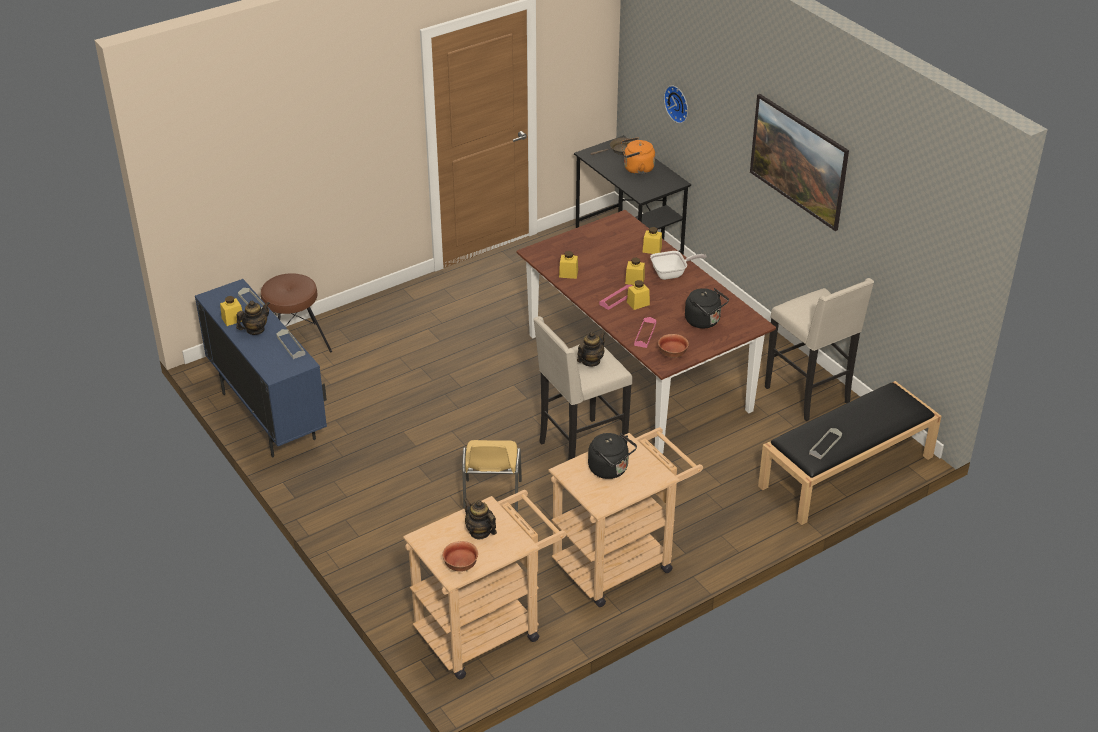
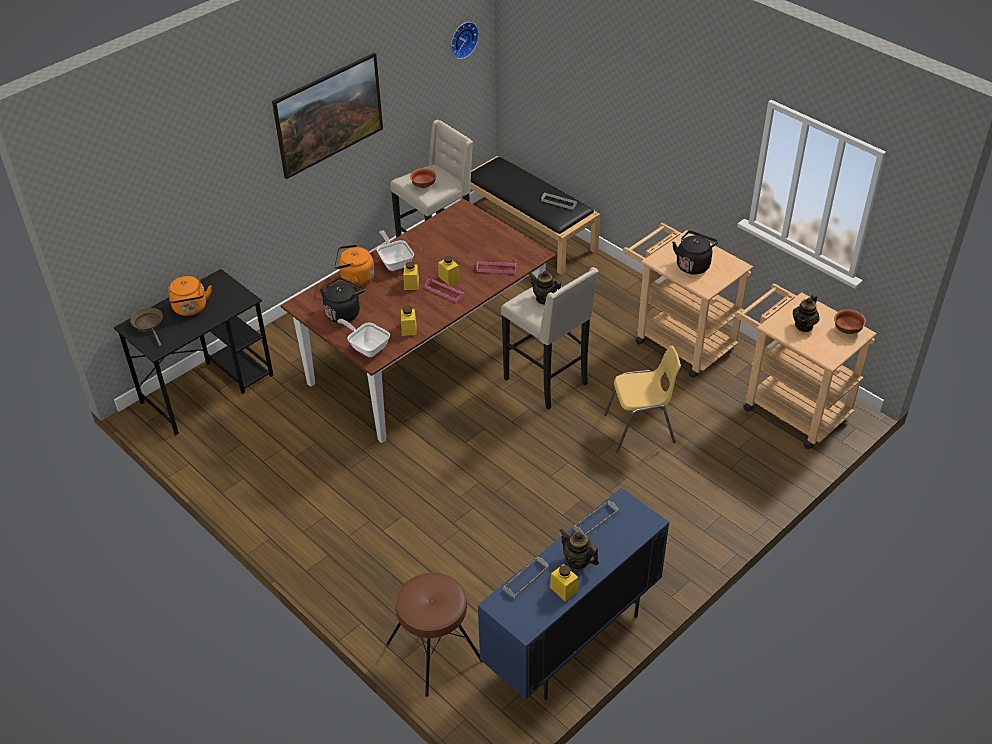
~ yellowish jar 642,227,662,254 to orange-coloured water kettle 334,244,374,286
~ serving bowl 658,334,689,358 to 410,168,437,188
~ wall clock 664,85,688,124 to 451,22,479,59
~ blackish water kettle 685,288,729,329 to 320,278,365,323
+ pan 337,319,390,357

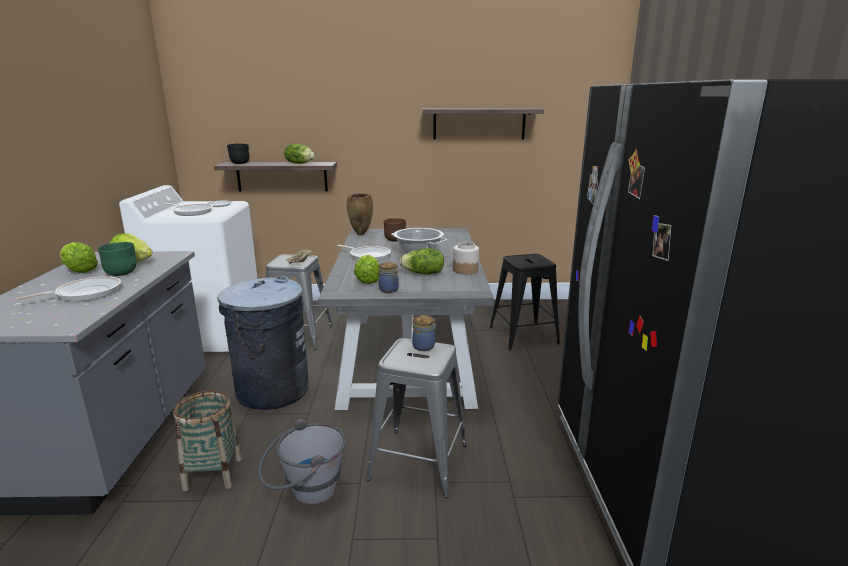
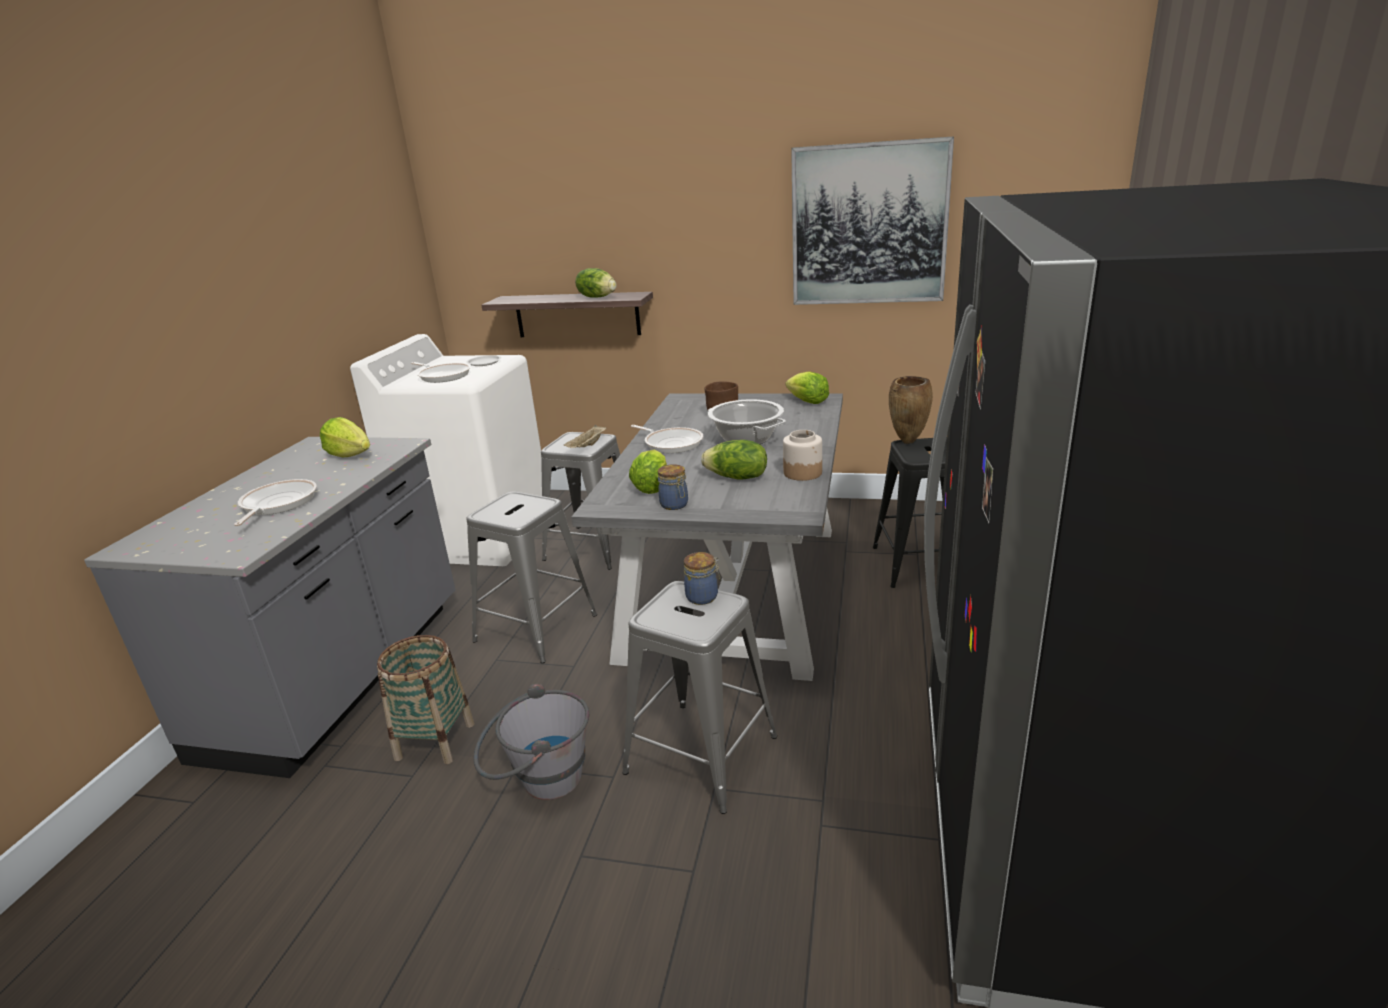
~ pan 16,276,121,301 = 234,479,317,526 60 degrees counterclockwise
~ lettuce head 60,242,98,273 to 786,371,829,404
- green-coloured serving bowl 98,242,137,276
~ grey waste bin 218,275,309,410 to grey stool 466,491,597,663
- blackish serving bowl 227,144,249,164
~ brown vase 347,194,373,235 to 889,376,933,444
~ bracket shelf 422,108,544,140 to wall art 791,137,954,305

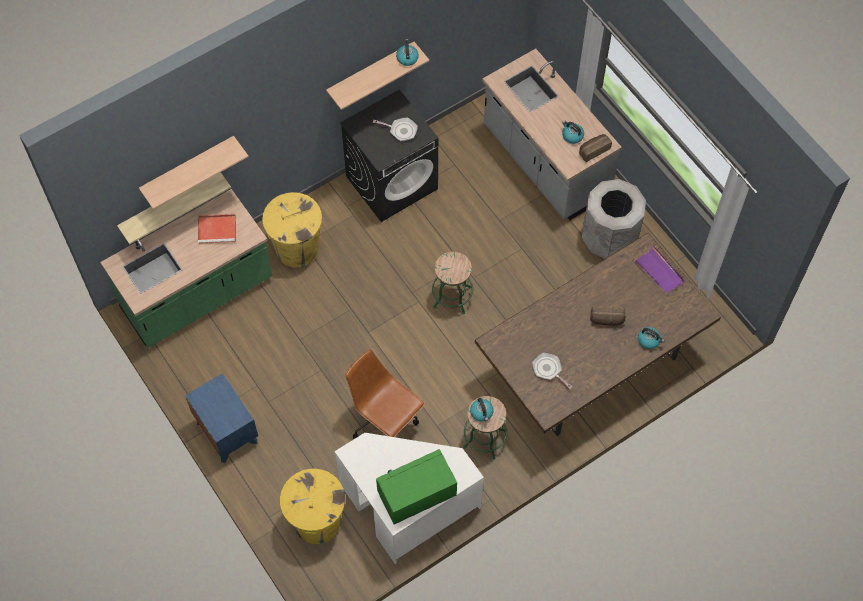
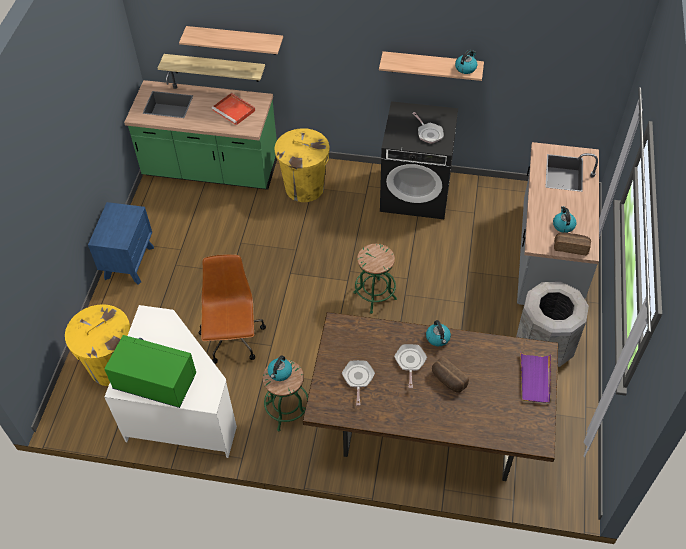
~ water kettle 638,327,665,349 to 426,320,451,346
+ pan 394,344,427,388

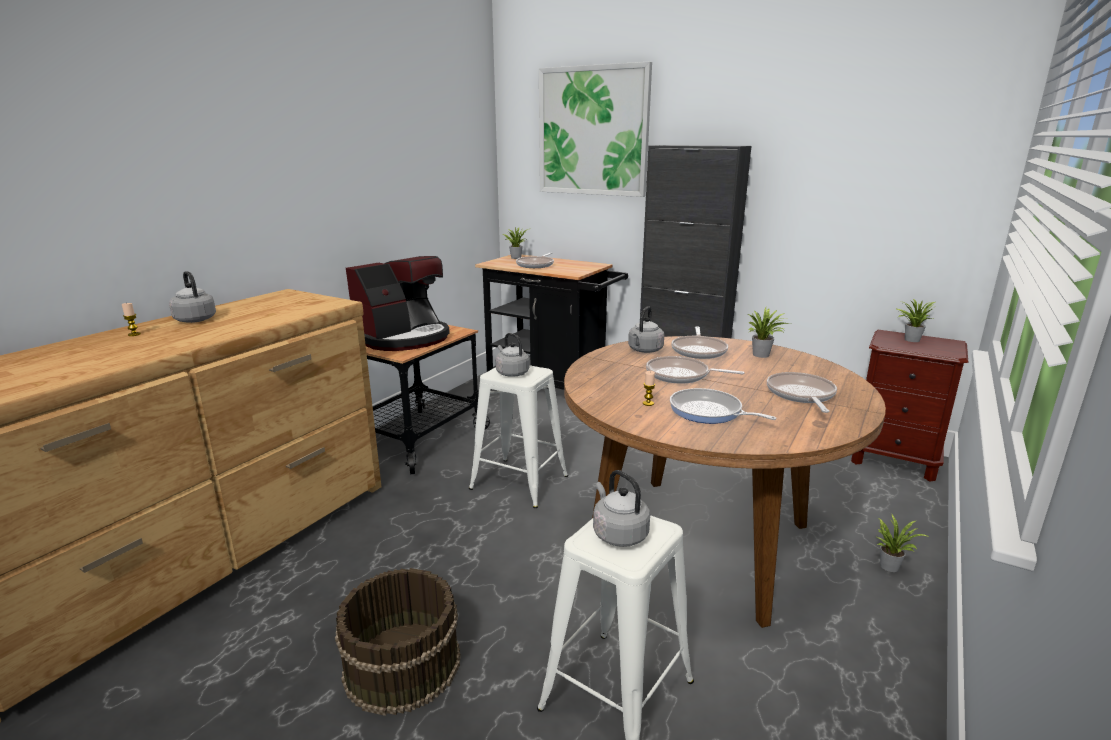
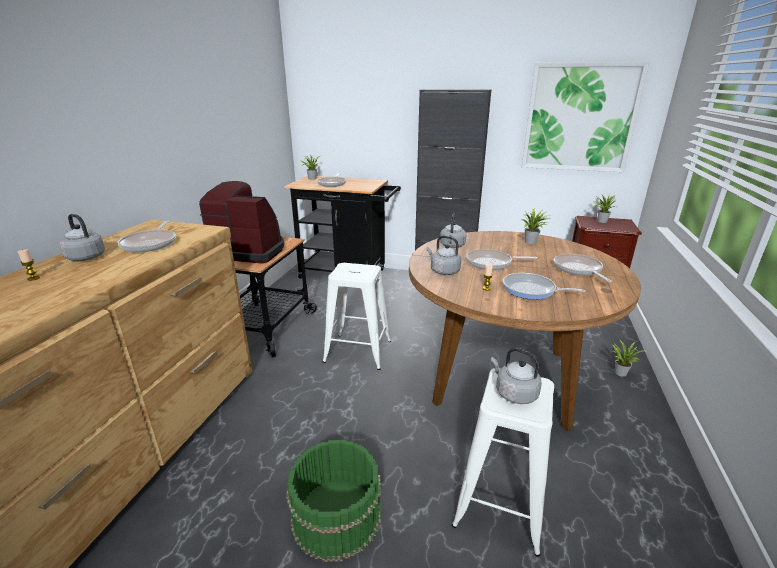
~ brown bucket 335,568,461,716 to green-coloured bucket 286,440,381,562
~ coffee maker 346,256,450,351 = 199,181,284,264 105 degrees counterclockwise
~ grey water kettle 496,333,529,377 to 426,236,461,275
~ wall art 539,62,652,197 to 522,62,649,172
~ pan 672,326,728,359 to 117,221,176,252

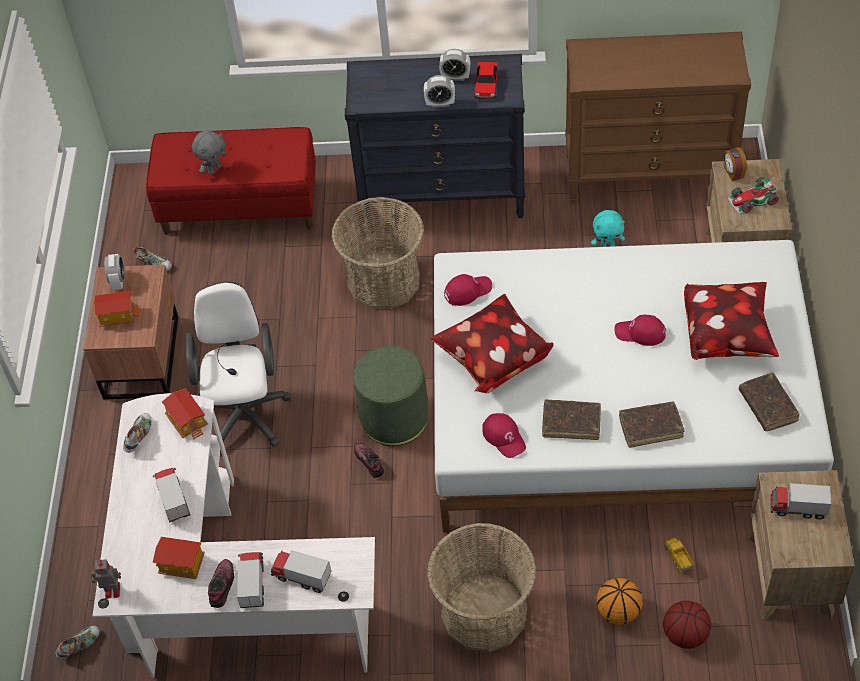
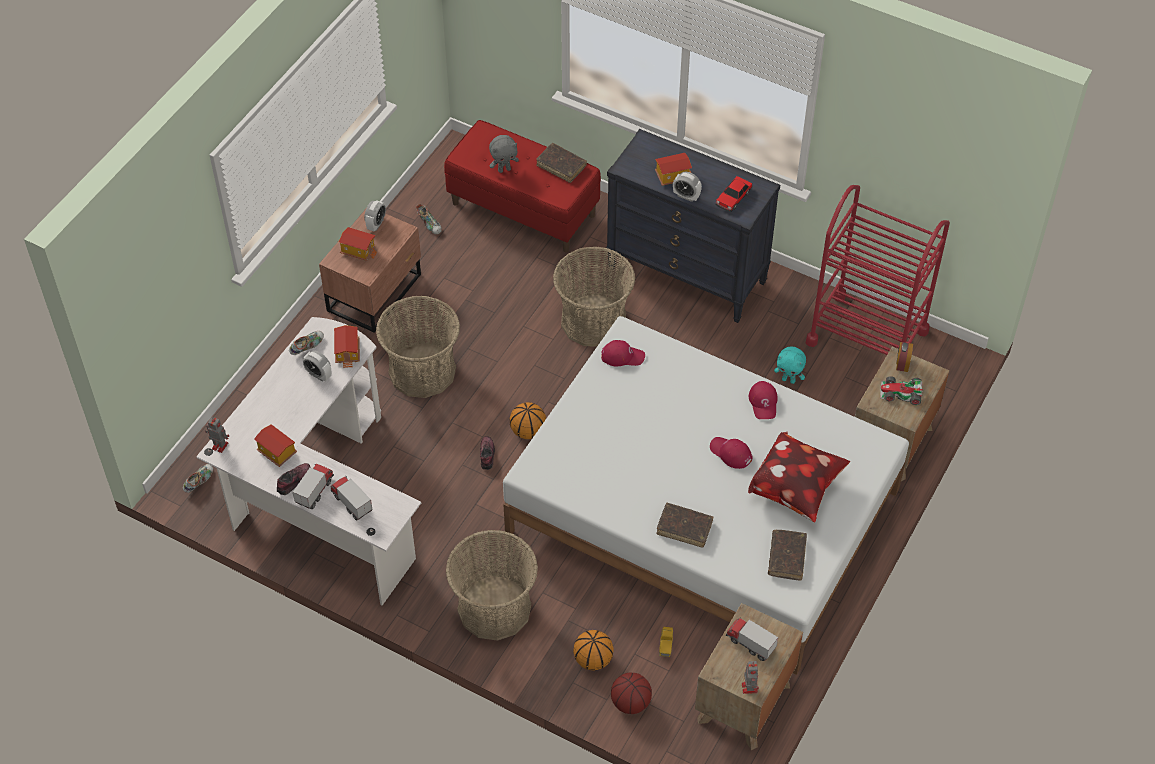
~ low shoe 55,626,100,659 = 183,464,213,493 45 degrees counterclockwise
- toy lorry 153,468,190,523
~ whitish computer chair 186,282,291,453 to storage basket 376,295,460,398
~ green-coloured ottoman 354,346,428,446 to ball for basketball 510,402,546,439
- pillow 430,294,554,393
~ bedside clock 439,49,470,81 to 303,350,331,382
~ red-coloured cap 482,413,526,458 to 749,381,778,419
~ brown volume 542,399,601,440 to 536,143,587,183
~ brown chest of drawers 565,32,751,203 to red-coloured cart 805,185,950,355
+ toy house 655,153,692,186
+ robot figure 742,661,759,694

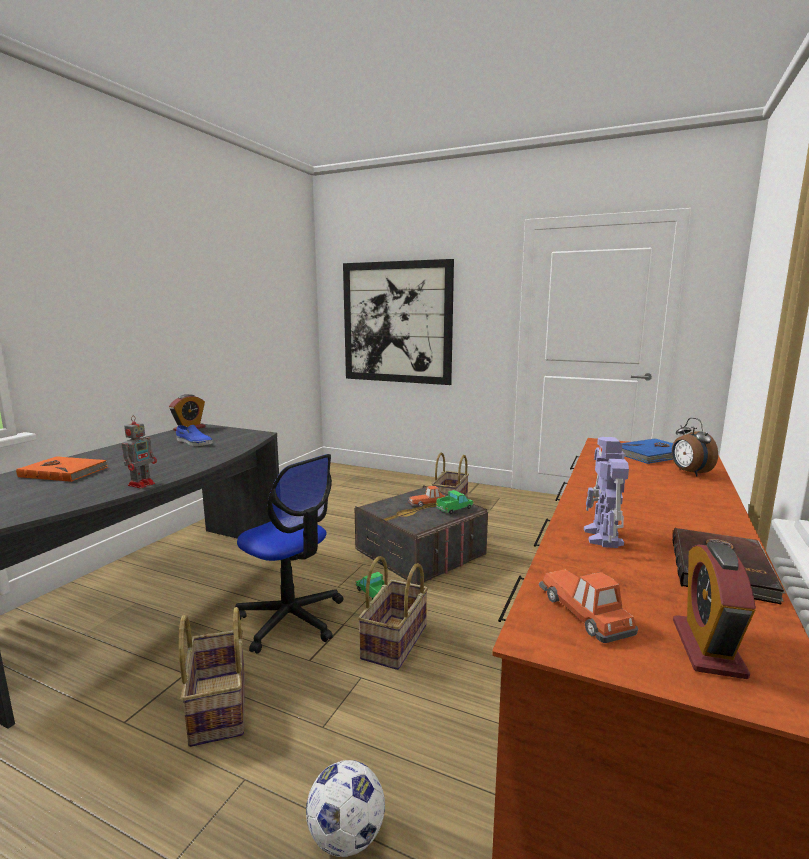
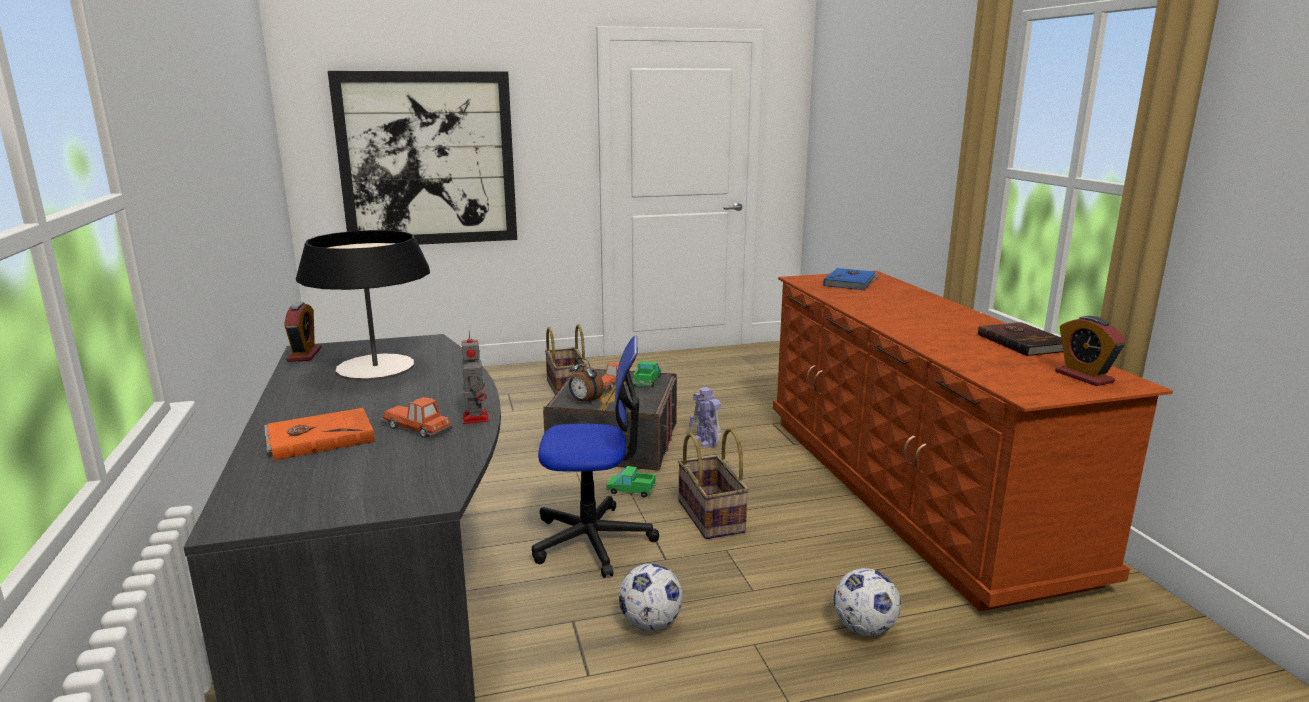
~ blue low shoe 176,425,213,446 to tabletop lamp 296,230,430,381
~ storage basket 179,607,245,747 to ball for football 619,563,683,630
~ toy car 539,569,638,643 to 381,397,453,438
~ robot figure 584,437,629,548 to 689,387,721,447
~ bedside clock 672,418,718,476 to 569,358,604,404

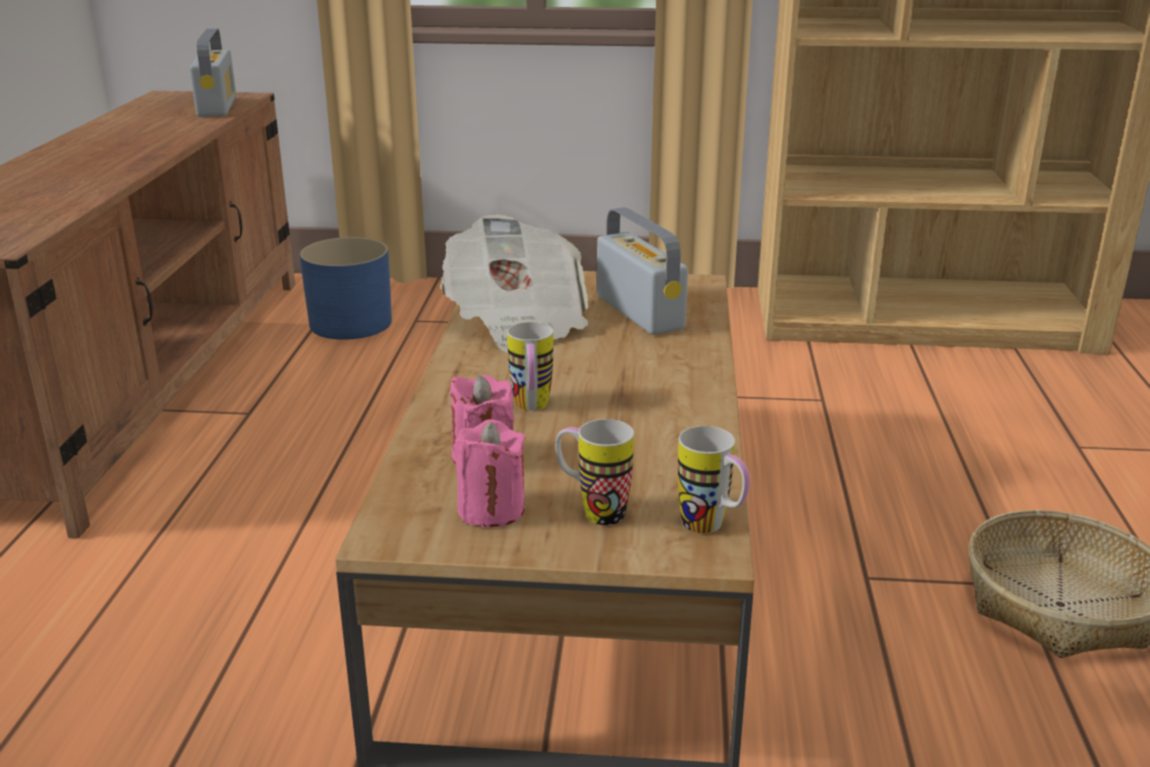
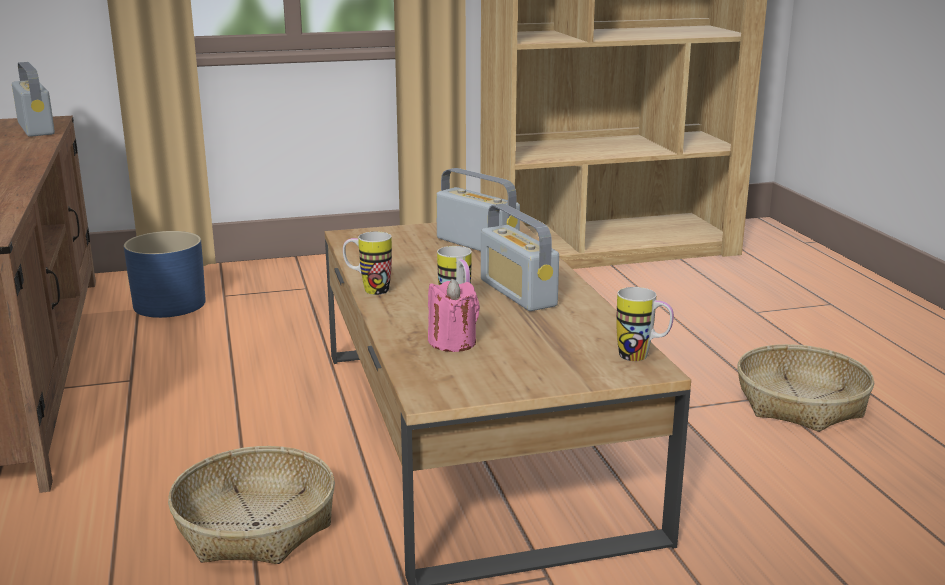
- printed paper 440,214,588,353
- pink candle 453,419,525,527
~ coffee mug 555,419,634,525 to 343,231,392,295
+ storage basket 168,446,335,564
+ radio receiver 481,204,559,311

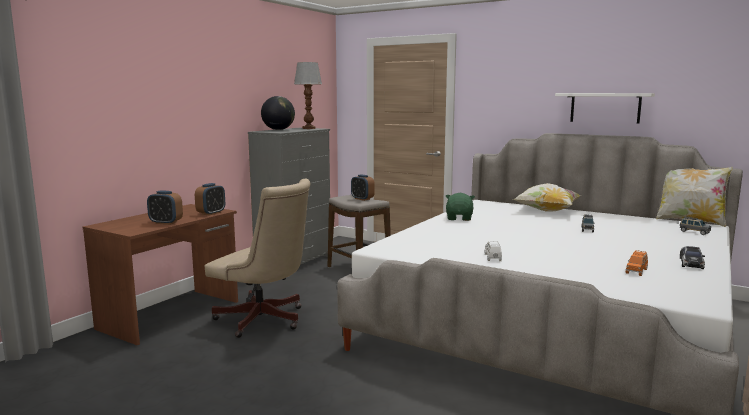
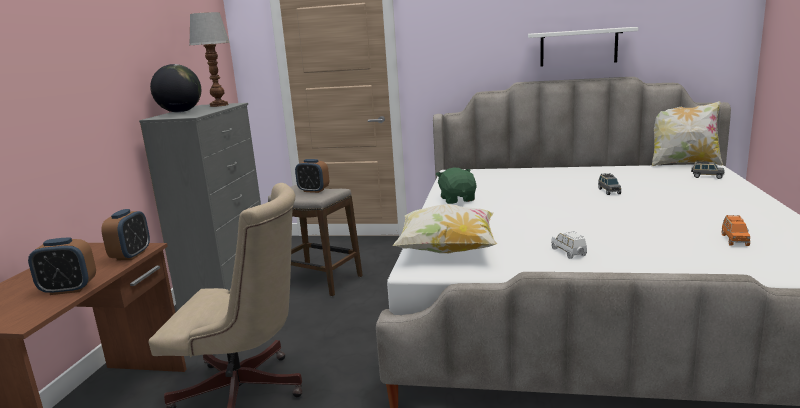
~ pillow 514,183,581,212 to 392,204,497,253
- toy car 680,246,705,269

